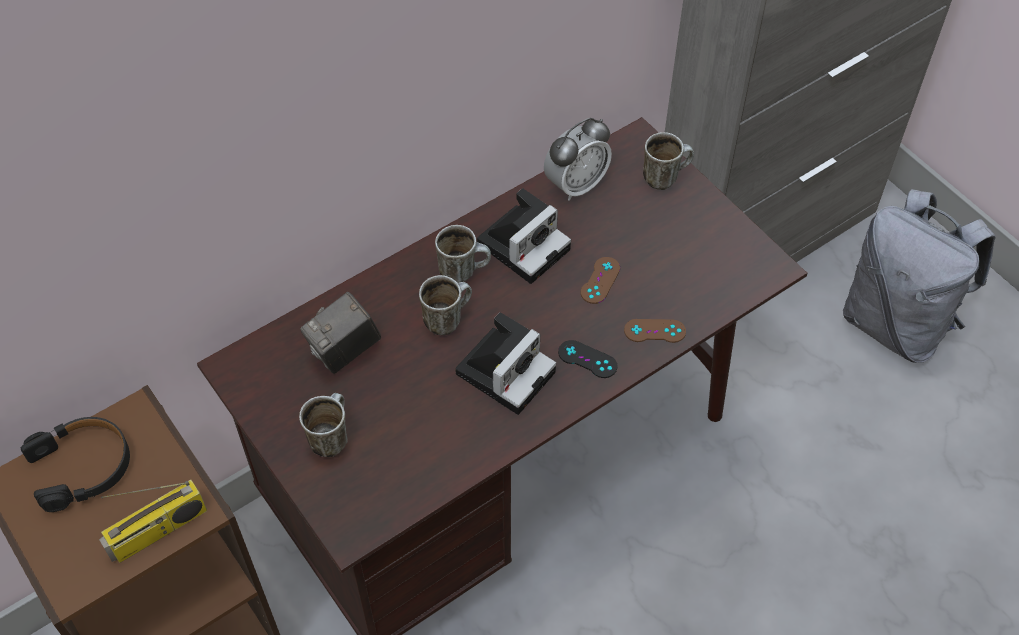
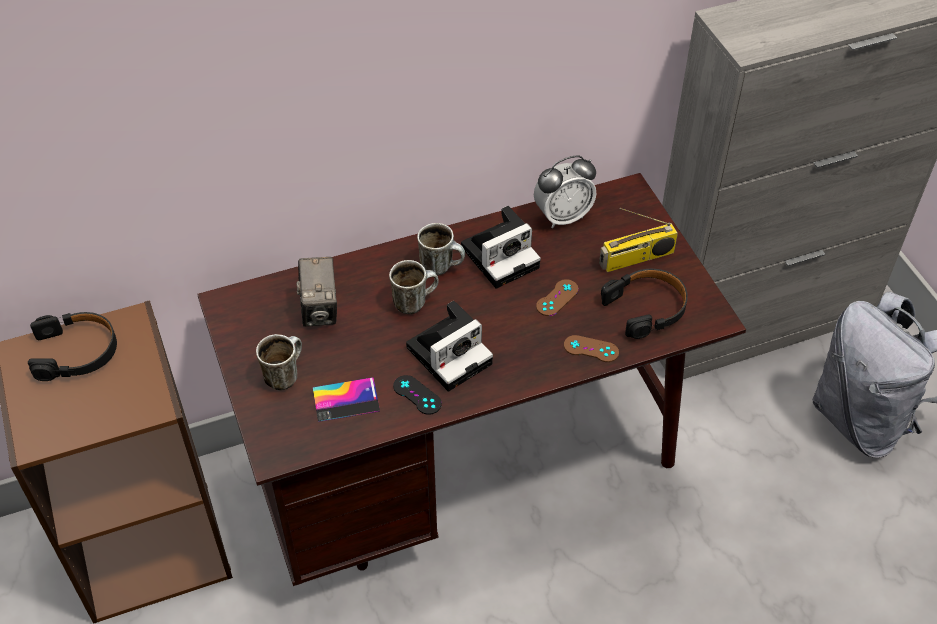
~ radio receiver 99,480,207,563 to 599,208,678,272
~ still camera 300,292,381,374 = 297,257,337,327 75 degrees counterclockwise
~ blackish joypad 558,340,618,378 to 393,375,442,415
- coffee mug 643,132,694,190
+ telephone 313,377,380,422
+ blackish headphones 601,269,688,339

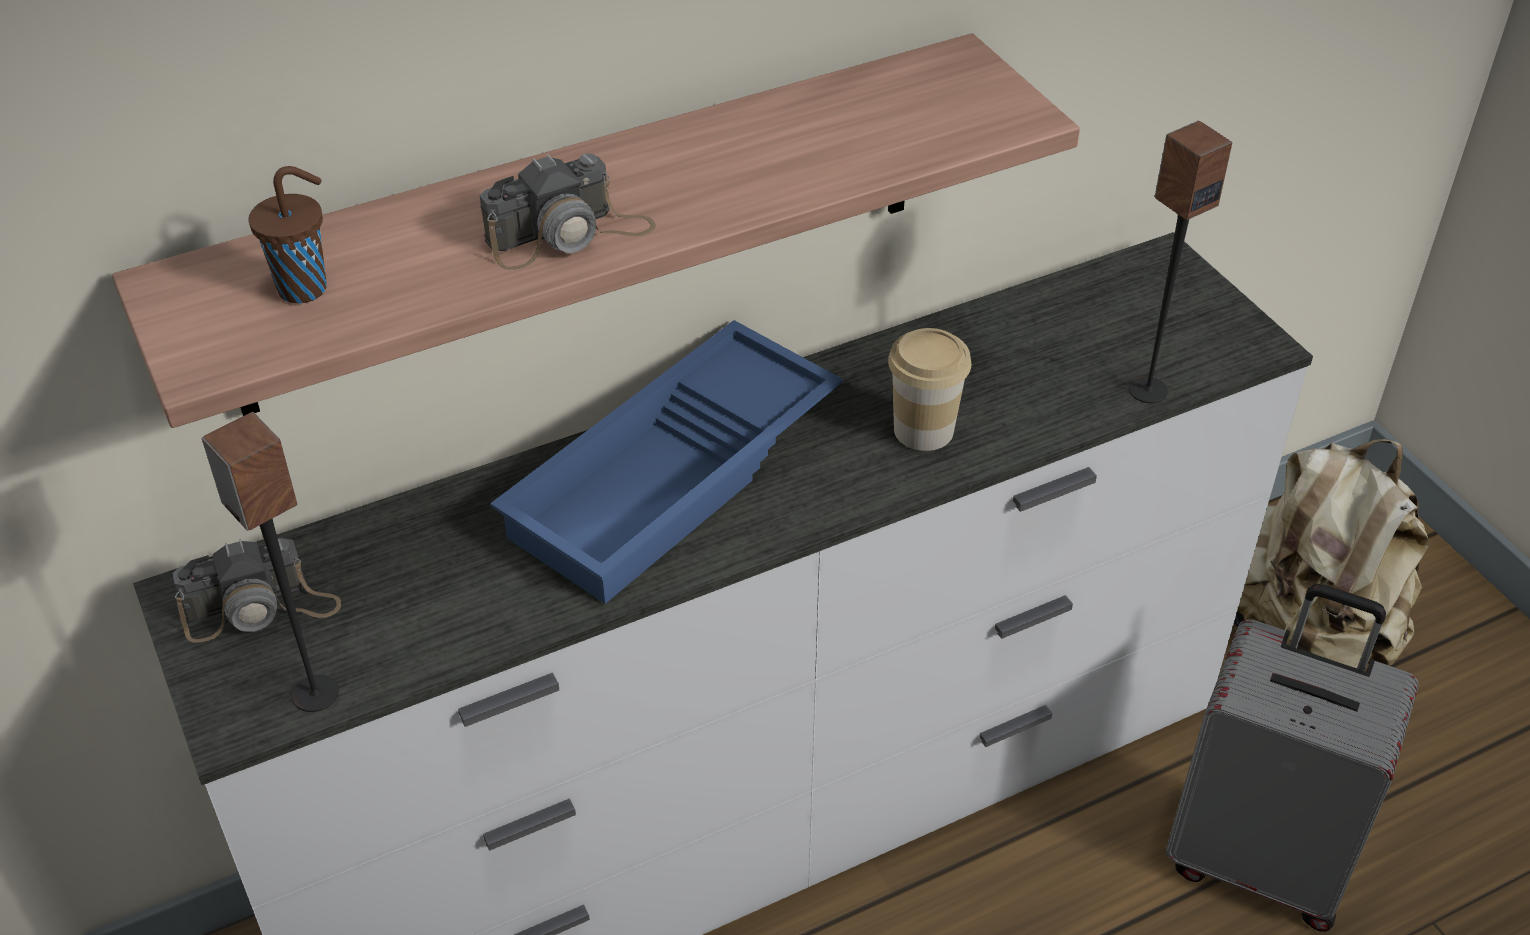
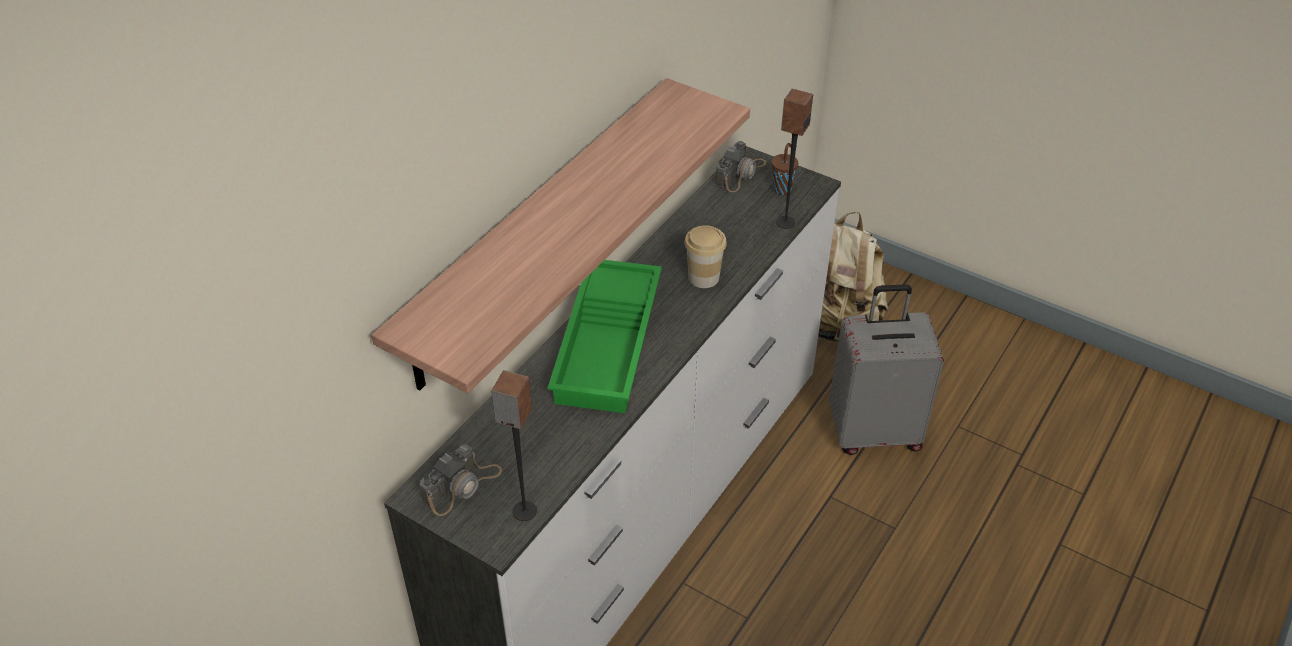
~ brown drinking cup 248,166,327,303 to 771,143,798,195
~ still camera 480,153,656,270 to 715,141,766,192
~ blue carrying tray 490,320,843,604 to green-coloured carrying tray 548,260,662,413

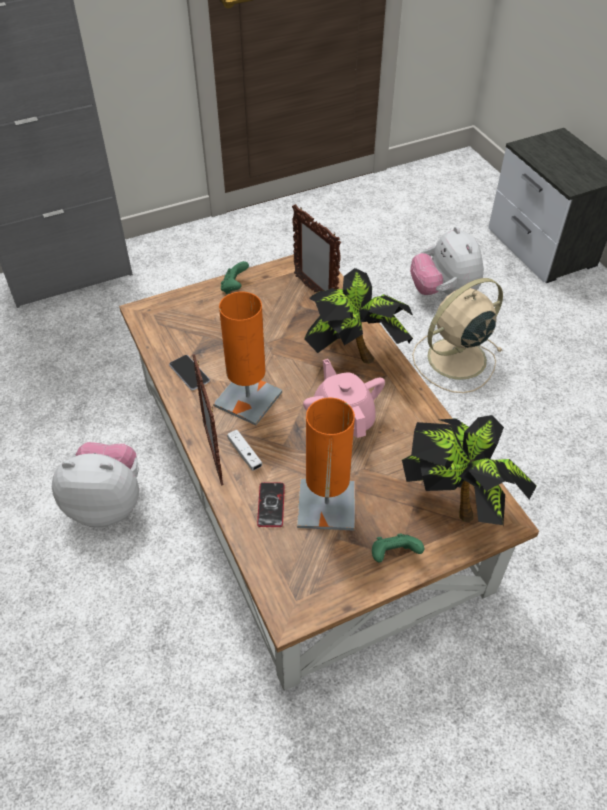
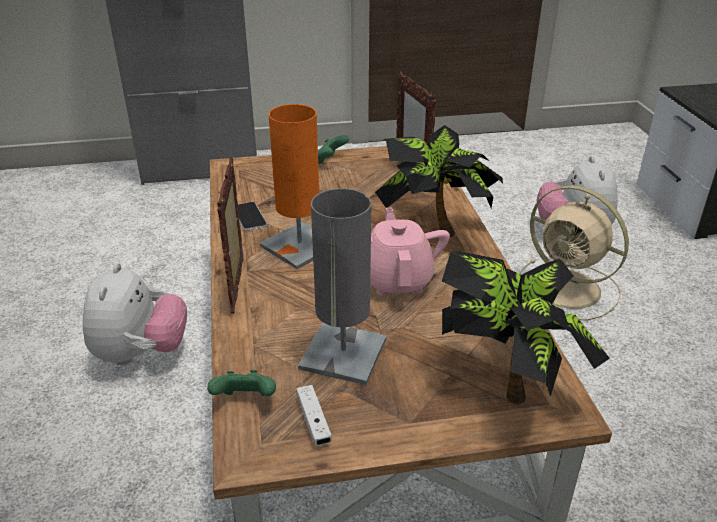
~ soft toy 52,442,139,527 = 83,263,187,365 75 degrees clockwise
~ whitish joypad 227,430,262,471 to 296,385,332,446
- telephone 257,482,285,527
~ orange-coloured tabletop lamp 297,398,355,531 to grey tabletop lamp 298,188,386,385
~ green-coloured joypad 372,534,424,562 to 207,370,276,396
~ beige-coloured cooling fan 412,278,503,393 = 519,185,629,320 120 degrees counterclockwise

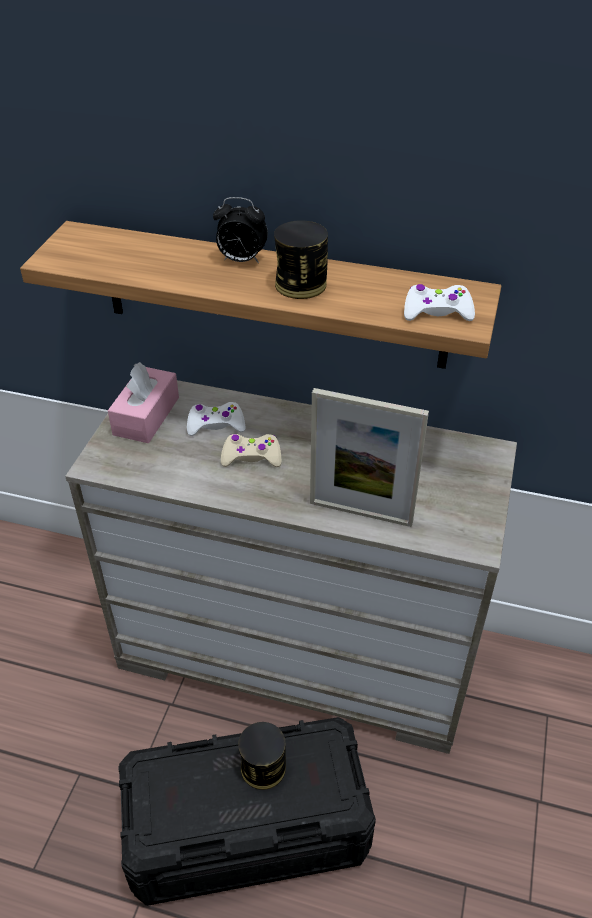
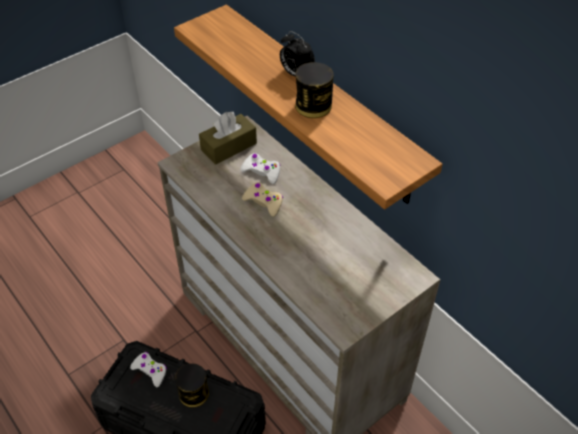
~ pink tissue box 108,362,179,443 to brown tissue box 199,112,257,165
- photo frame 310,388,429,527
~ whitish joypad 404,284,475,321 to 130,352,167,387

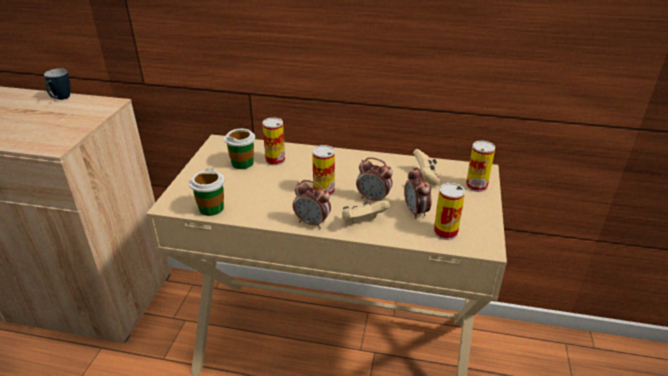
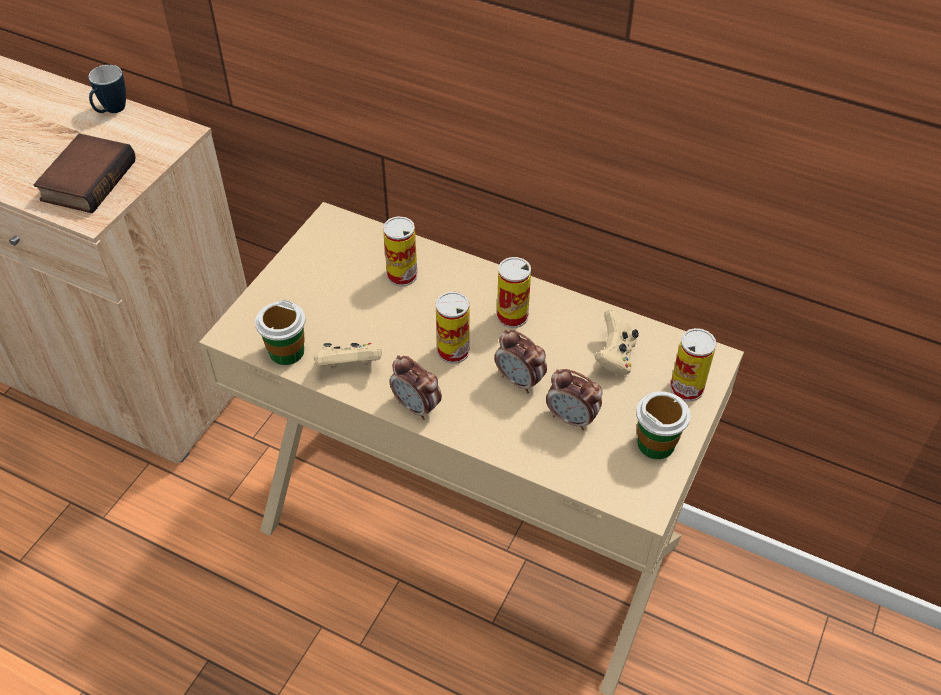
~ drinking cup 224,129,255,169 to 636,391,691,459
~ beige-coloured joypad 342,200,390,224 to 314,343,382,368
~ bedside clock 404,167,432,219 = 546,369,603,431 60 degrees counterclockwise
~ metal can 434,183,465,240 to 497,257,531,328
+ volume 33,134,136,213

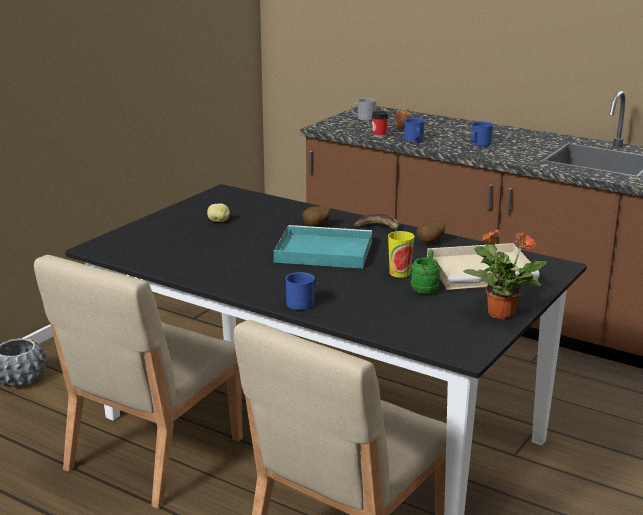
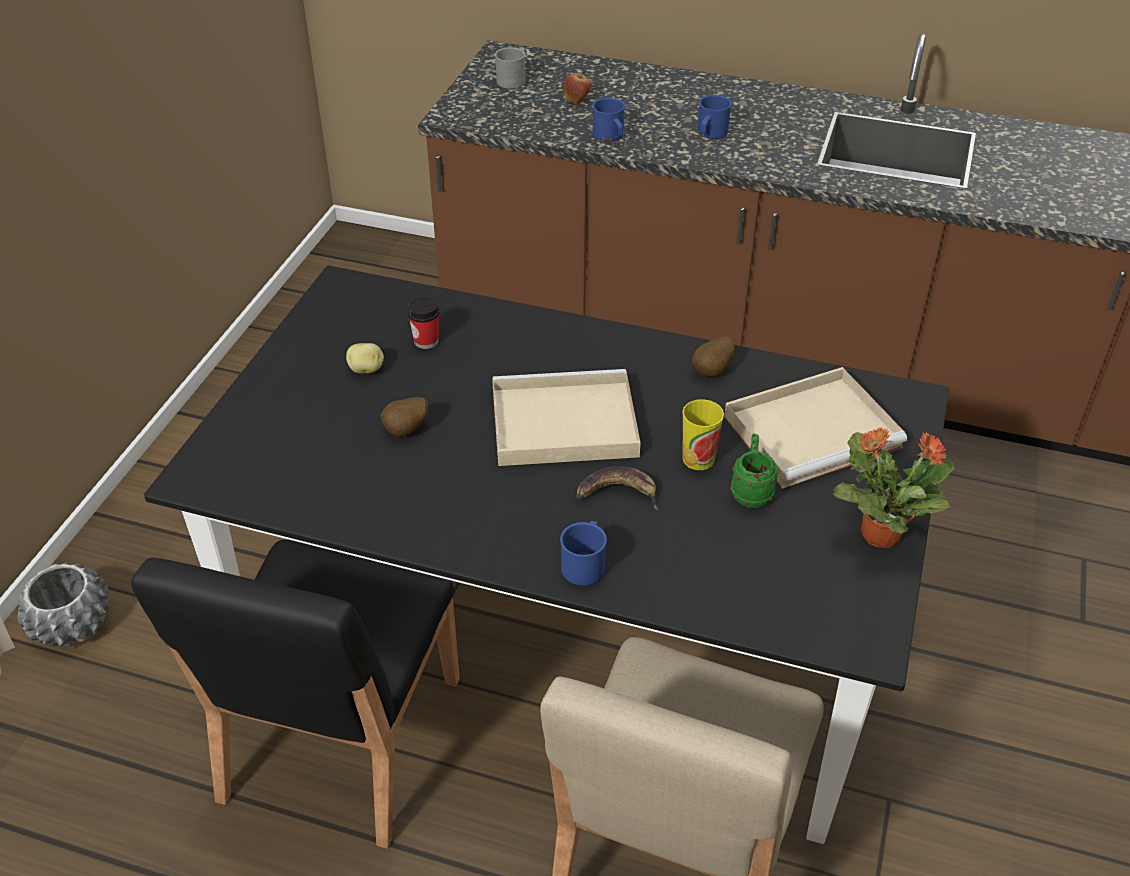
~ beige-coloured upright chair 34,255,243,509 to blackish upright chair 131,540,460,849
~ blue-green carrying tray 274,225,372,269 to beige-coloured carrying tray 492,369,641,466
~ spud 302,206,331,227 to 380,397,428,436
~ banana fruit 354,214,399,231 to 576,466,658,510
~ drinking cup 371,111,389,138 to 407,297,440,349

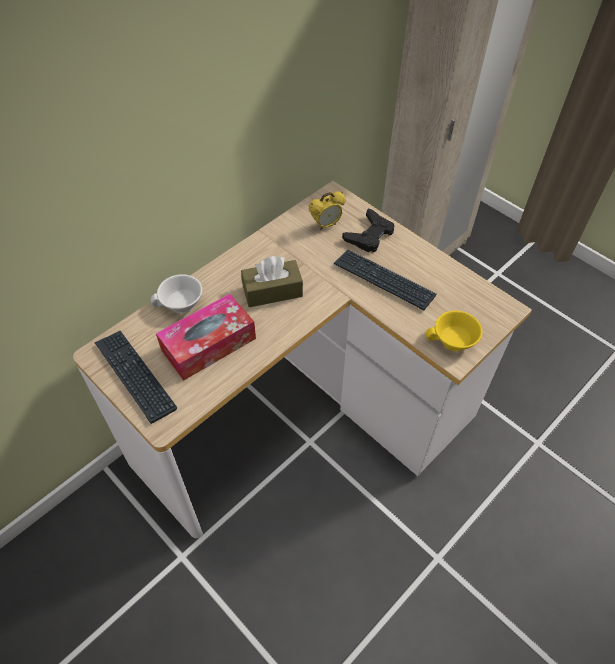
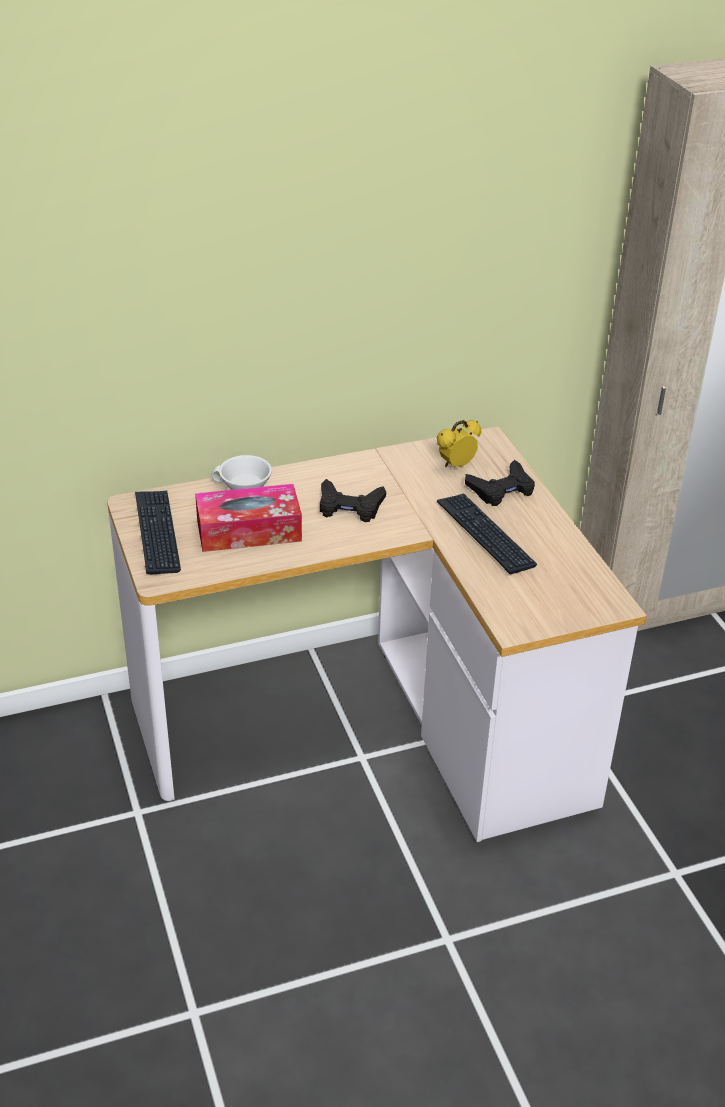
~ brown tissue box 241,256,303,307 to blackish joypad 320,479,386,522
~ bedside clock 309,191,345,230 = 437,420,481,467 150 degrees clockwise
- yellowish drinking cup 426,310,482,351

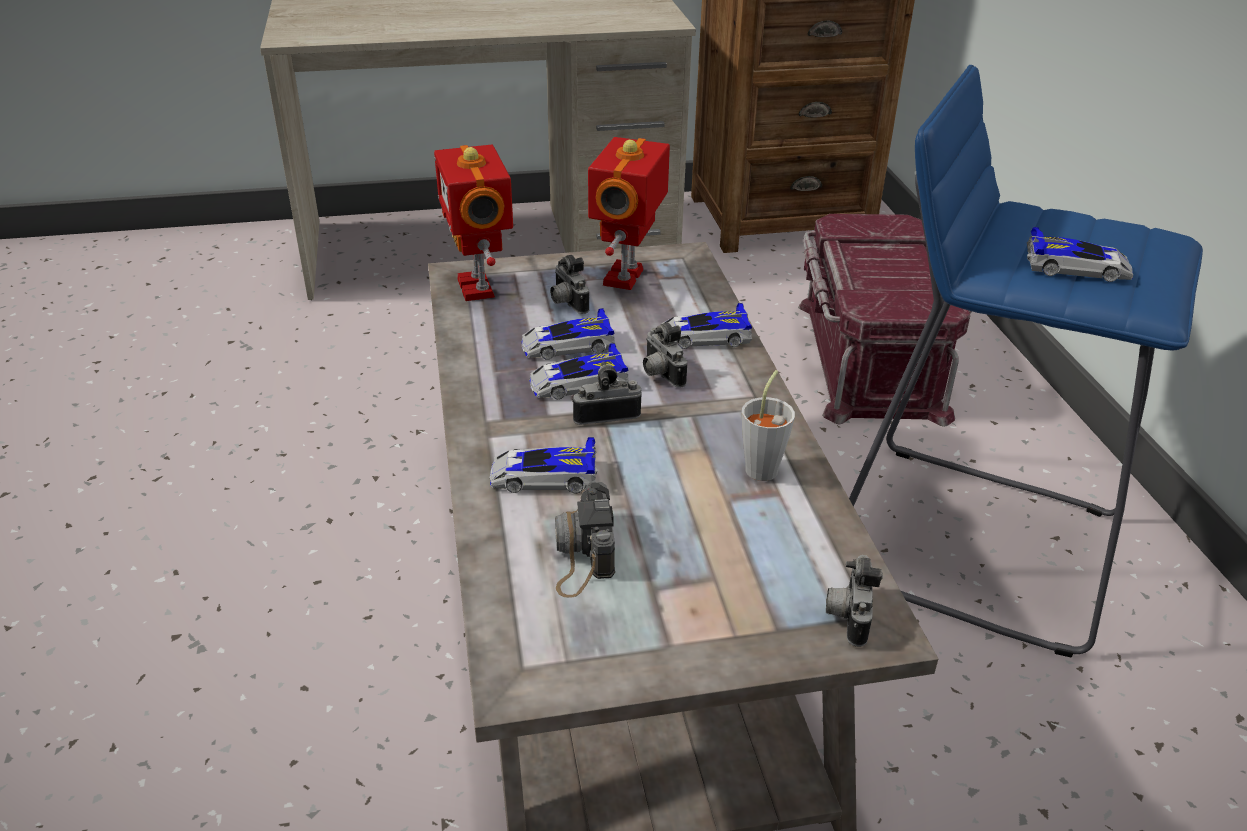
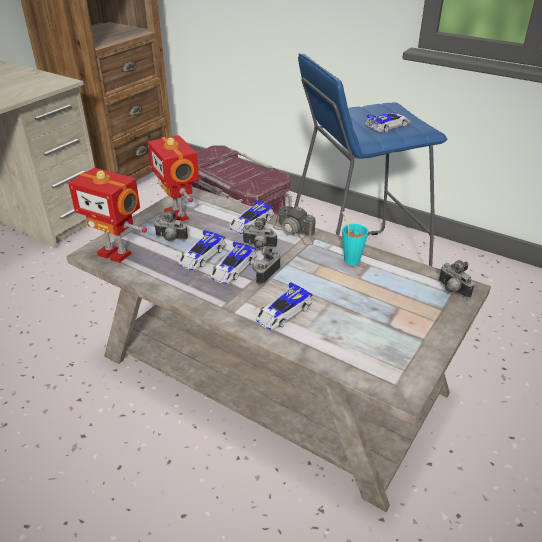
~ still camera 555,482,615,598 to 273,206,316,245
~ grey drinking cup 742,370,795,481 to blue-green drinking cup 342,212,368,265

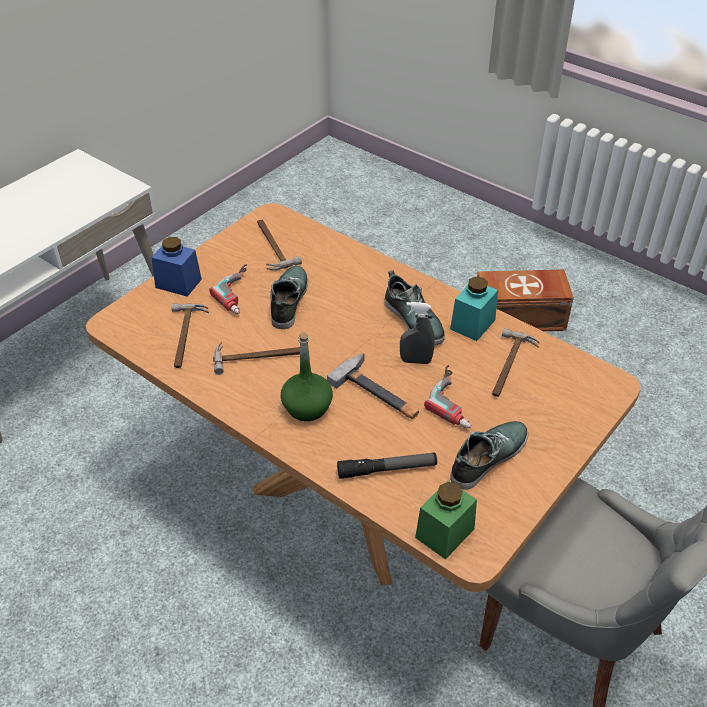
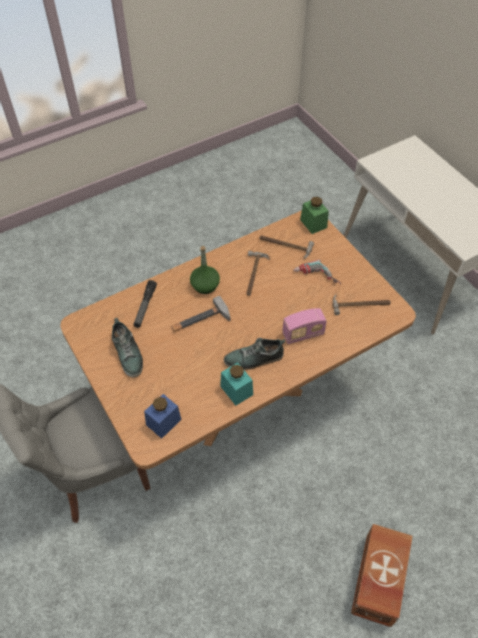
~ blue jar 151,237,202,297 to 144,394,182,439
- low shoe 270,266,308,329
- grey hand sprayer 400,302,435,364
~ green-coloured jar 415,481,477,560 to 300,197,329,234
- power drill 424,365,471,428
- hammer 492,328,540,397
+ radio receiver 282,308,327,344

